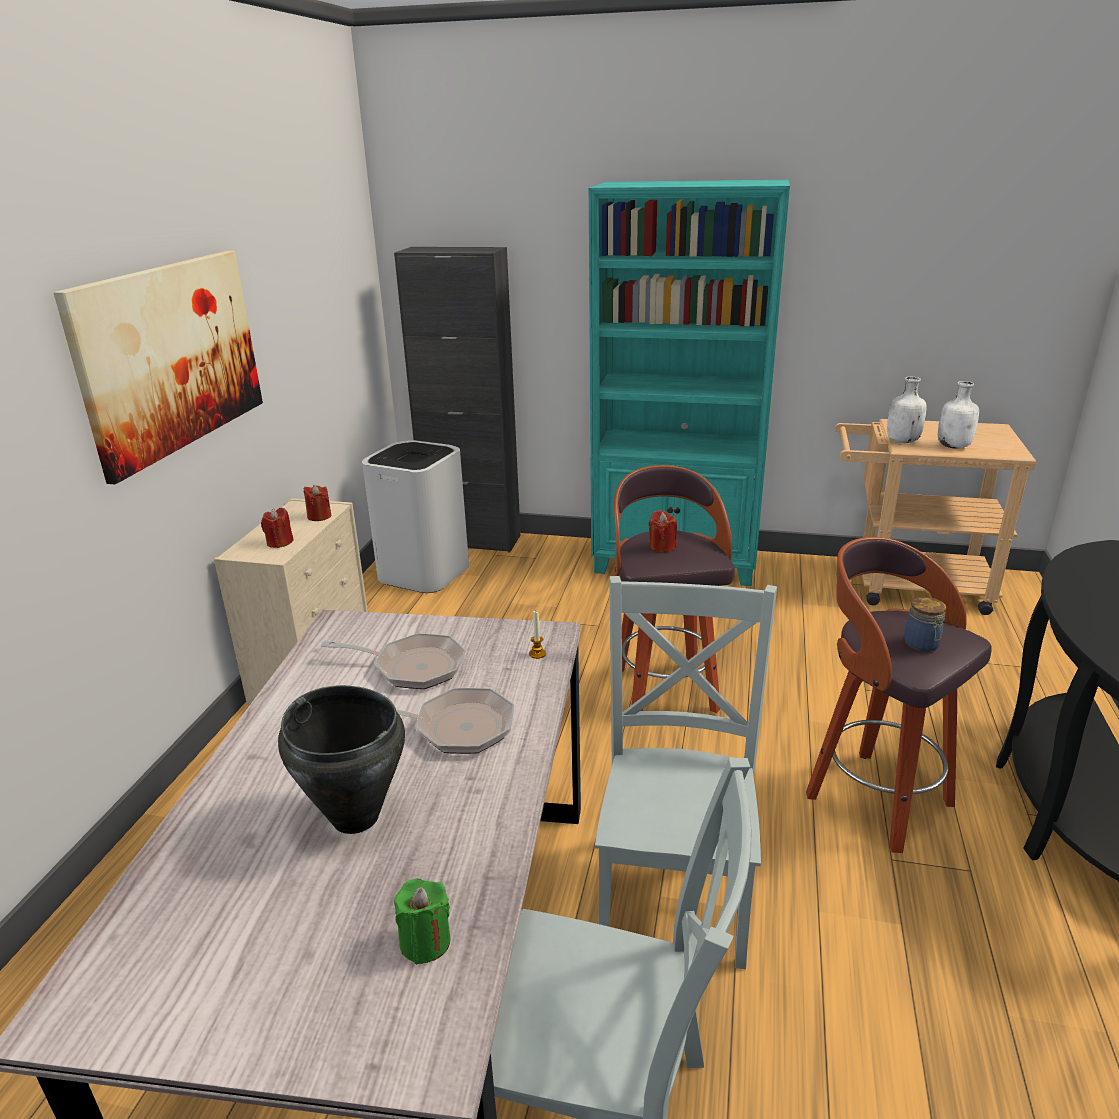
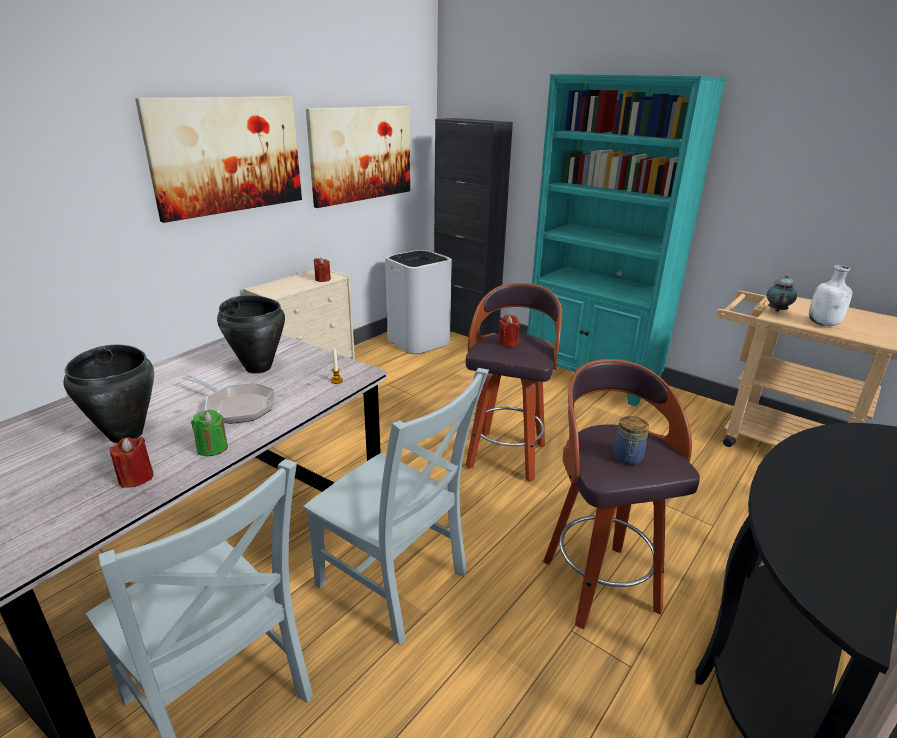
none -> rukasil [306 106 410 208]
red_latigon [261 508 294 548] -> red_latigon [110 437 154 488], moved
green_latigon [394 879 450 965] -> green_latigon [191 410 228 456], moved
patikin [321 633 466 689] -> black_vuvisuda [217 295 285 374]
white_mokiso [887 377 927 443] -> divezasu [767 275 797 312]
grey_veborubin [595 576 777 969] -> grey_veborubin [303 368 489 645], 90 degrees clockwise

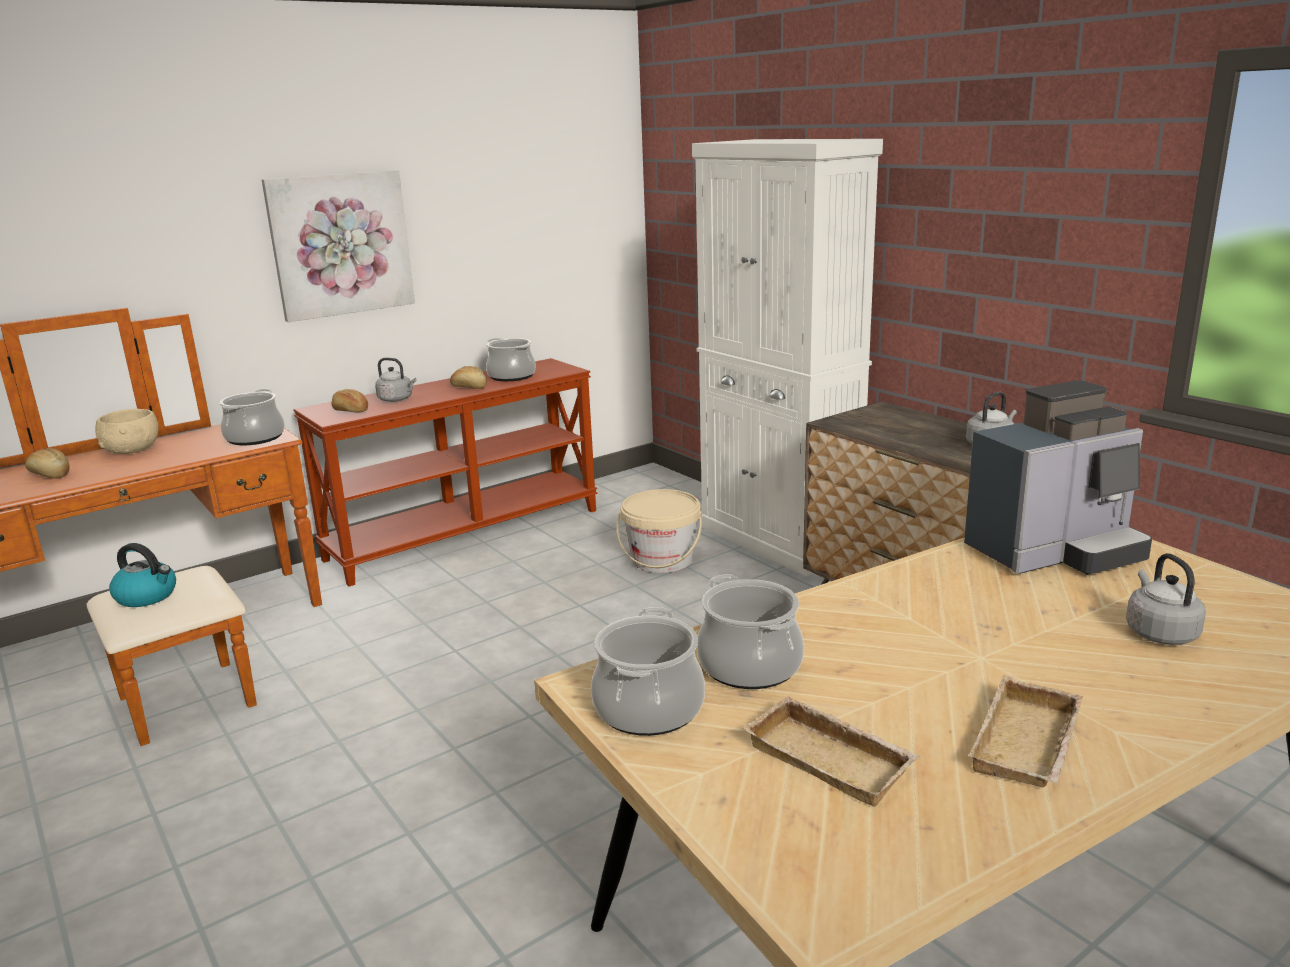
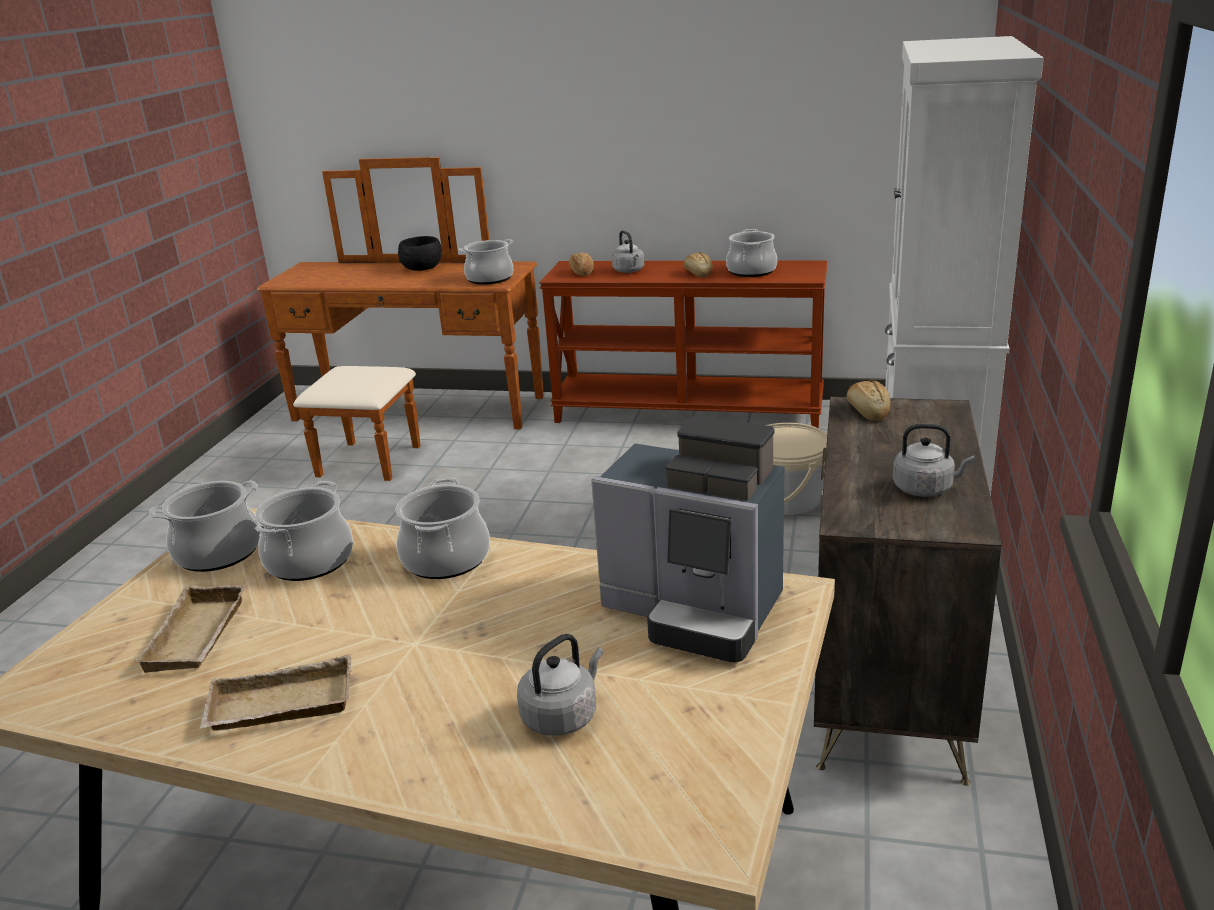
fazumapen [109 543 176 607] -> none
rukasil [262 170 415 322] -> none
none -> vuvisuda [395 478 490 579]
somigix [25 448 70 479] -> somigix [847 380 891 421], moved
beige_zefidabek [95 409 159 454] -> black_zefidabek [398 236 442 271]

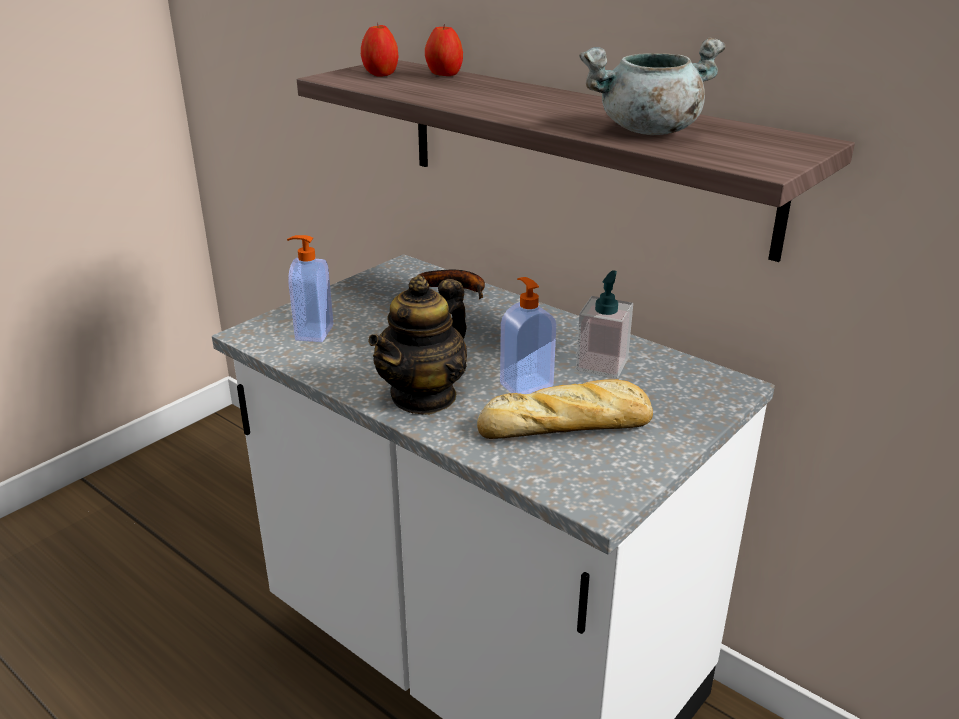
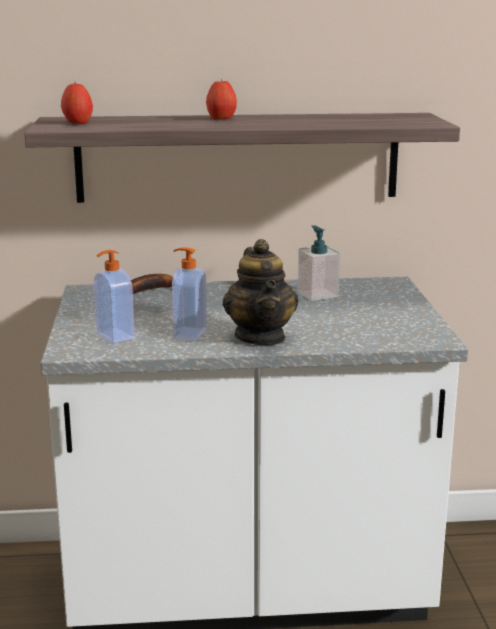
somigix [477 379 653 439] -> none
grey_vuvisuda [579 38 726 135] -> none
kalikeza [425 24 463 76] -> kalikeza [206 79 237 119], moved
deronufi [500 277 556 394] -> deronufi [172 248 207 341], moved

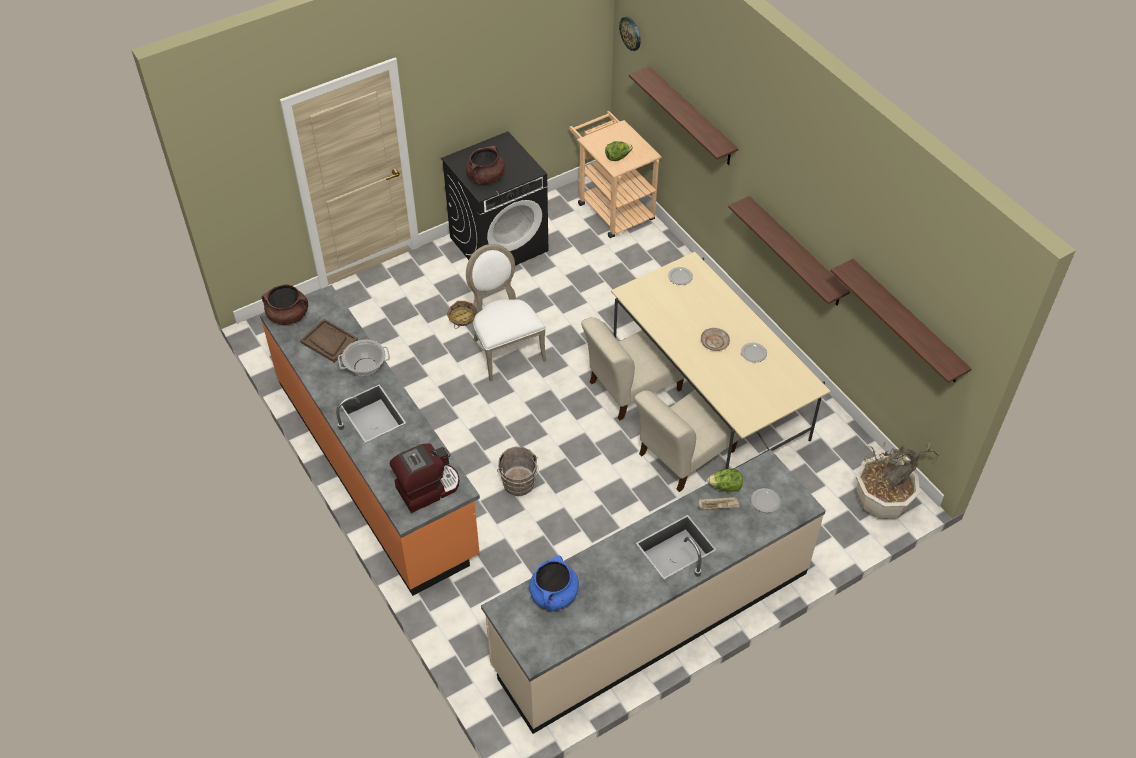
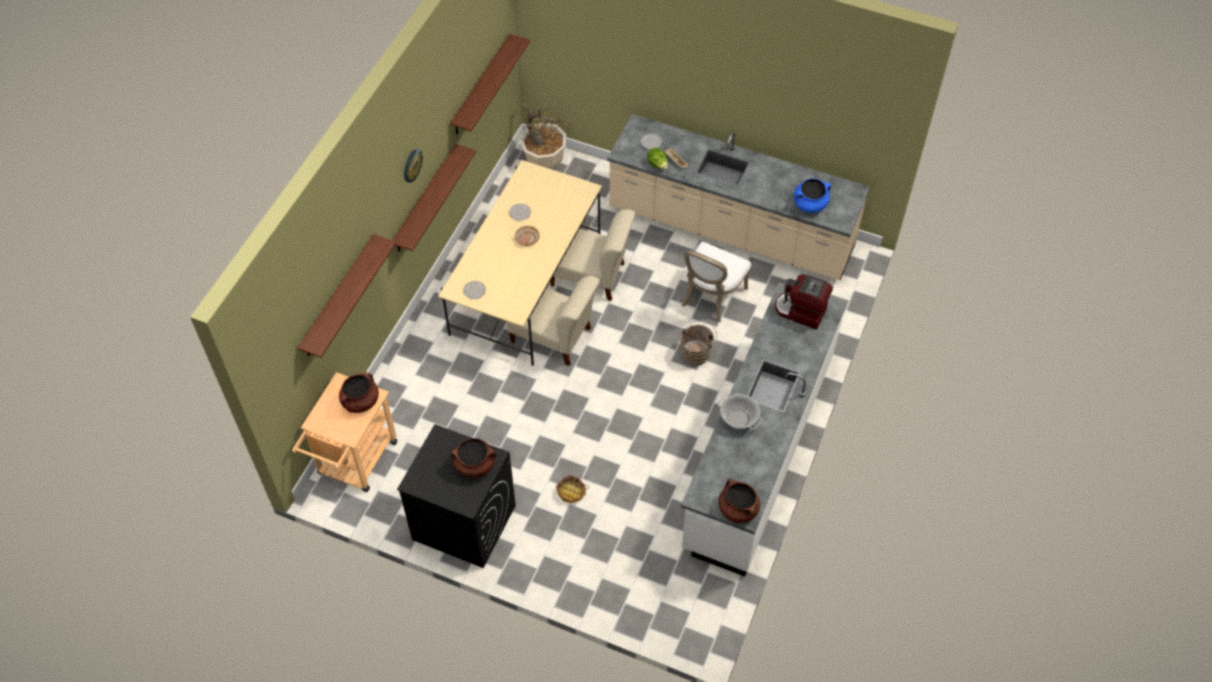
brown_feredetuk [300 319 358 363] -> none
white_veborubin [466 244 546 381] -> white_veborubin [682 242 751 322], moved
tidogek [619 17 641 51] -> tidogek [404 149 423 183], moved
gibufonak [605 141 633 161] -> brown_vuvisuda [339 373 379 413]
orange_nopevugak [260 285 480 596] -> white_nopevugak [681 282 846 577]

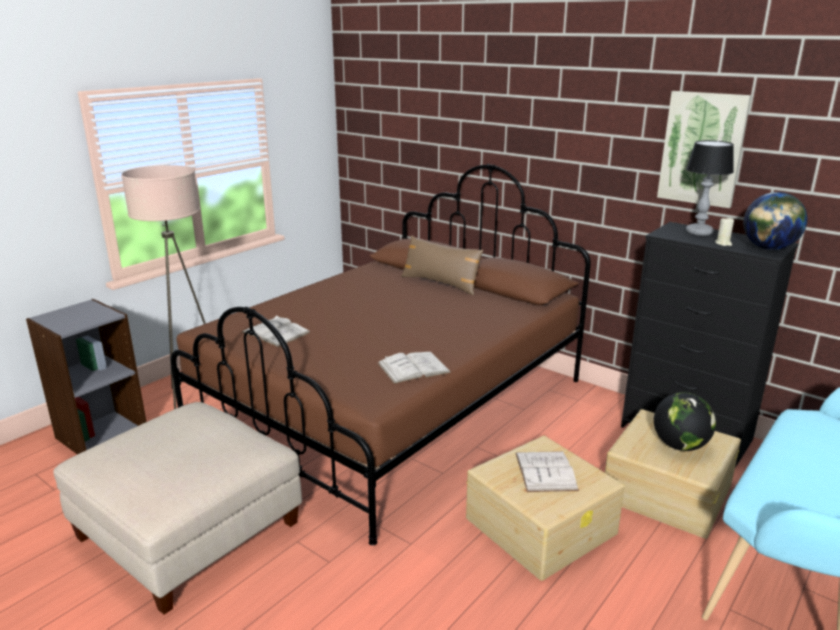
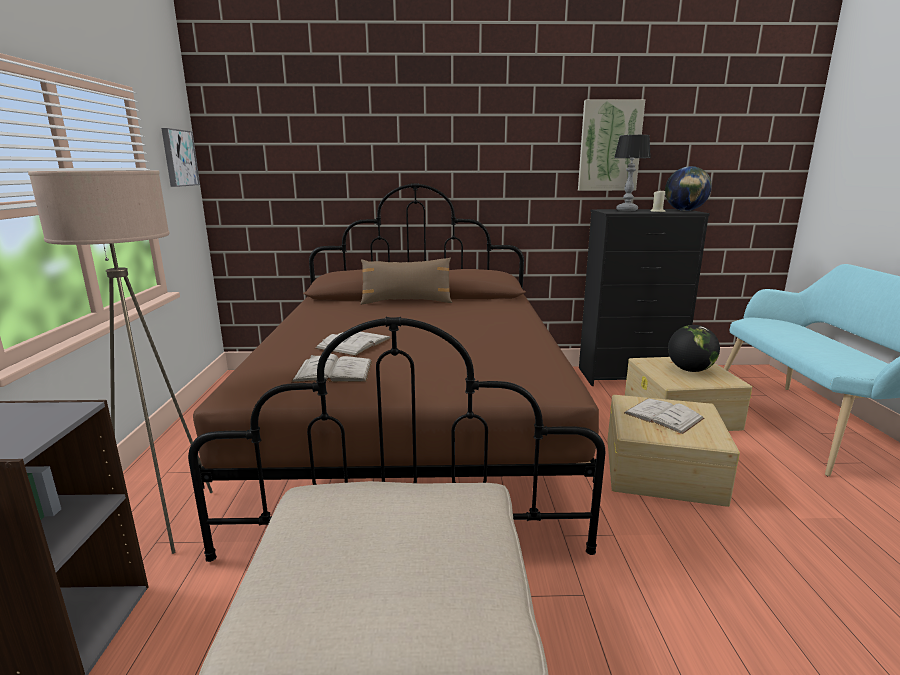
none -> rukasil [161 128 200 187]
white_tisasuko [377 352 452 384] -> white_tisasuko [315 332 391 356], moved

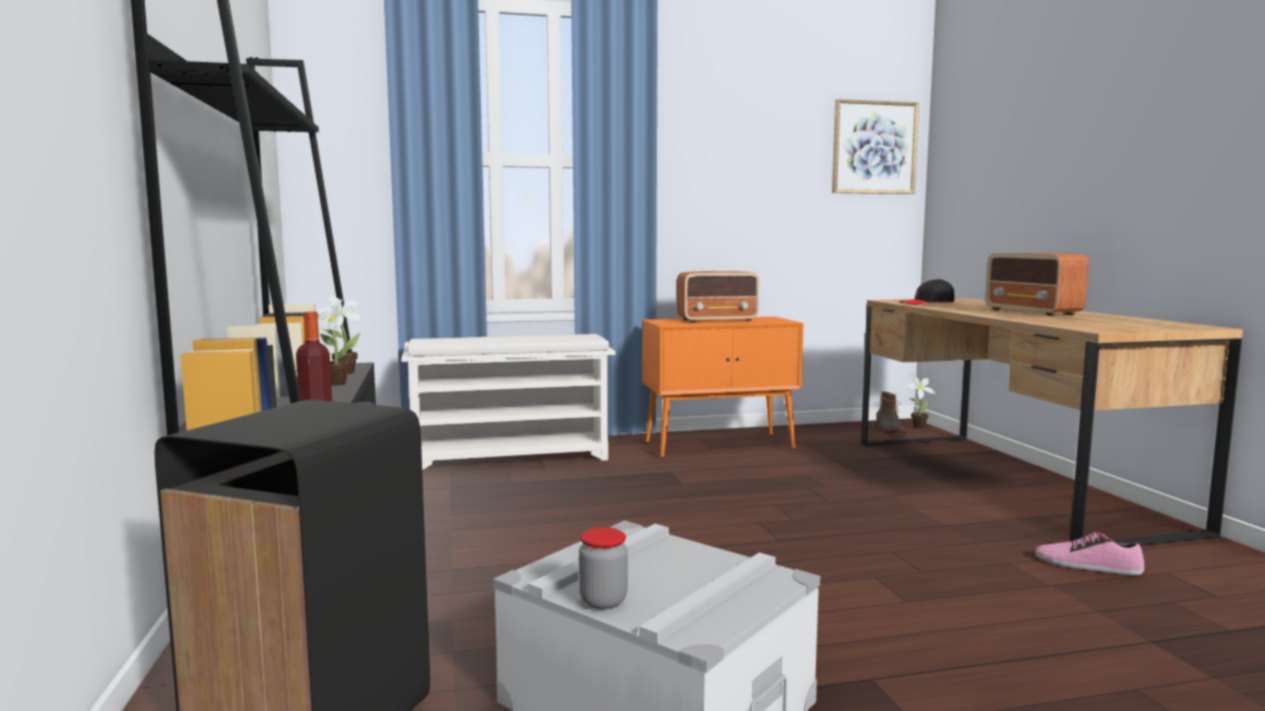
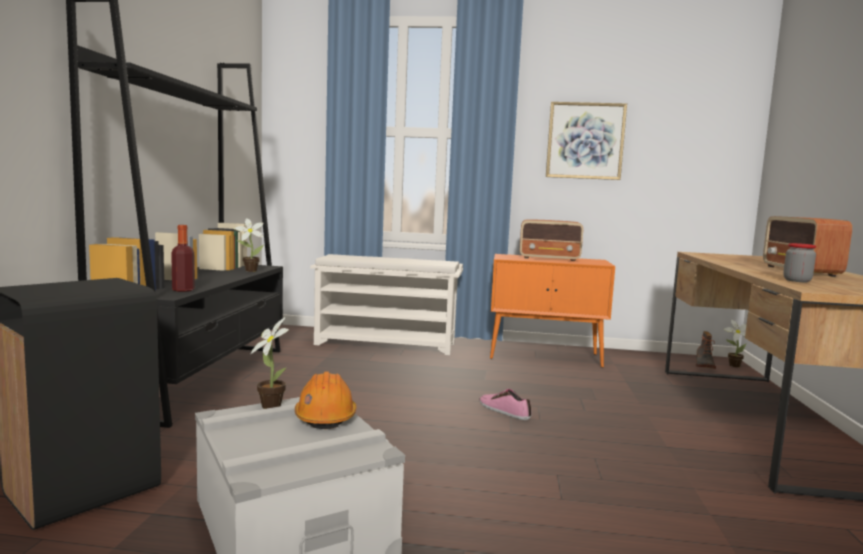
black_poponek [900 279 955 305] -> none
none -> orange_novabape [295 371 356 429]
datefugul [318 299 353 386] -> datefugul [250 317 289 409], moved
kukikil [579 528 628 609] -> kukikil [783 243 816 282], moved
rukasil [832 99 919 194] -> rukasil [546 102 627 180], moved
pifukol [1035 532 1145 575] -> pifukol [480 389 532 420], moved

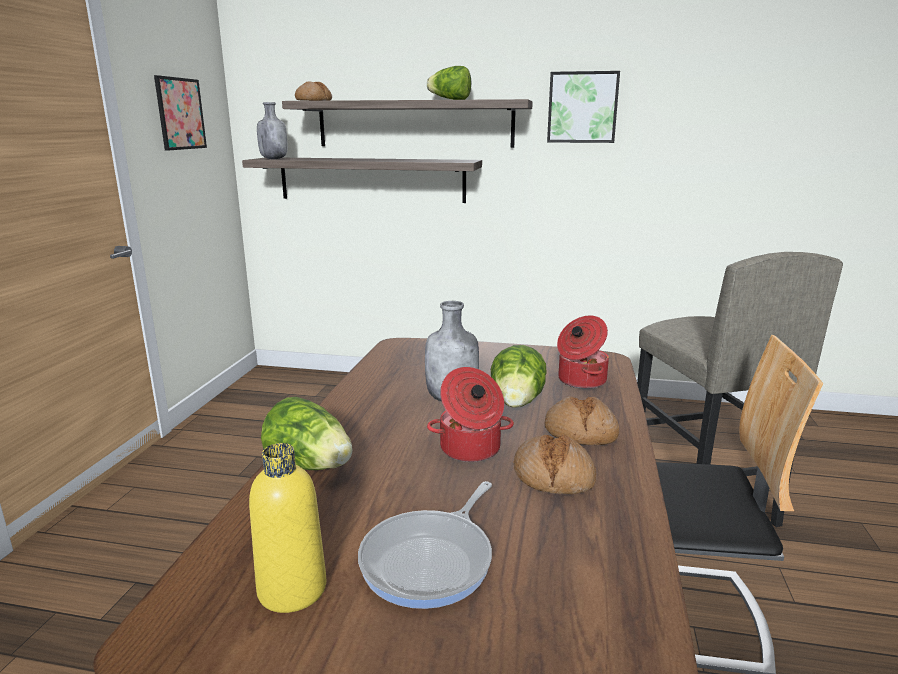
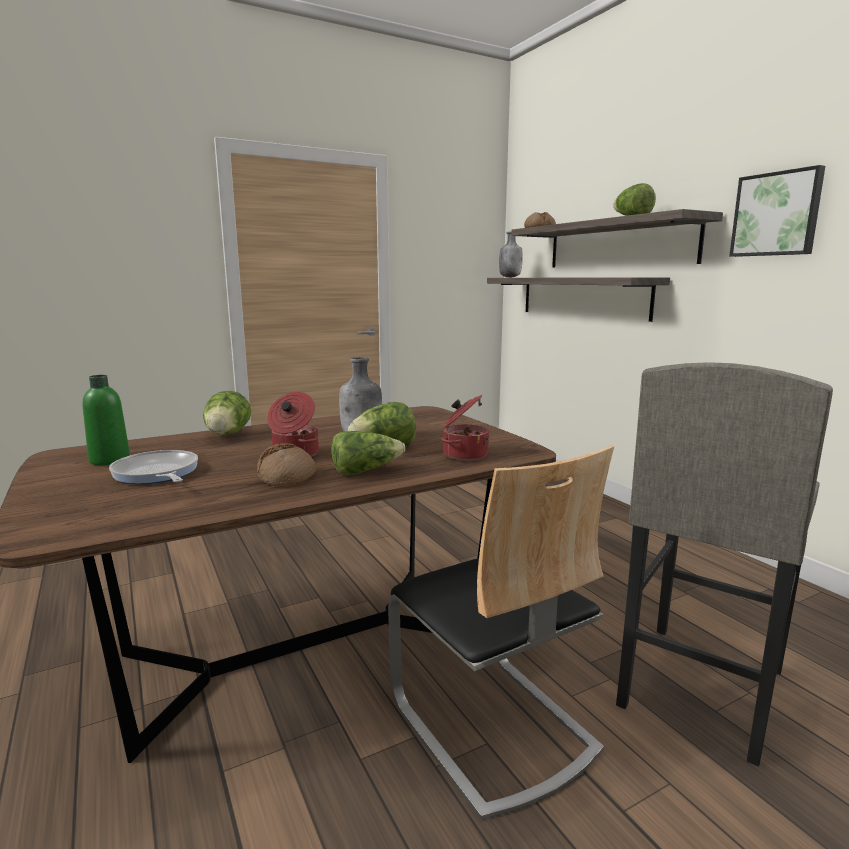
rukasil [154 75 207 151] -> none
somigix [545 396 619 445] -> gibufonak [331 431 405 475]
yellow_mokiso [249 443 326 613] -> green_mokiso [82 375 130 465]
patikin [358 481 492 609] -> patikin [109 450 198 484], 60 degrees clockwise

